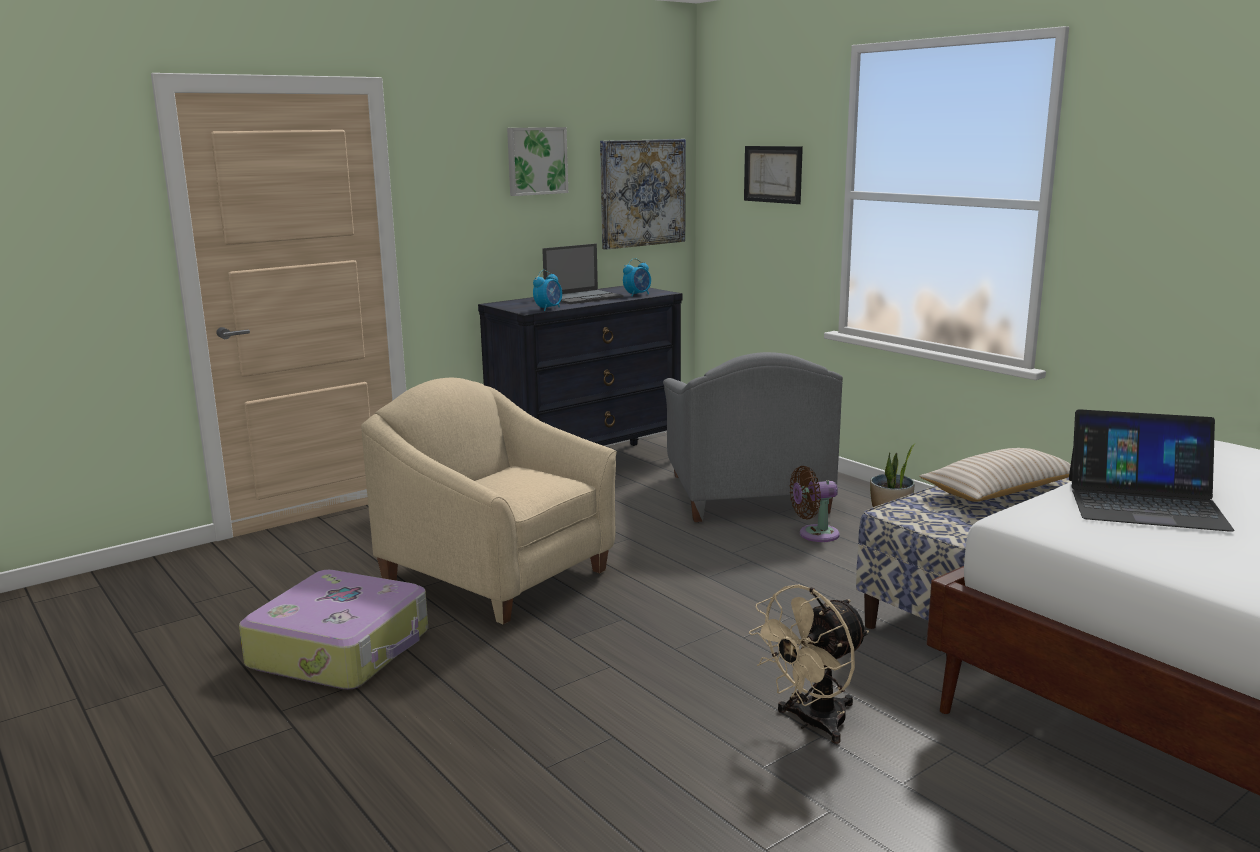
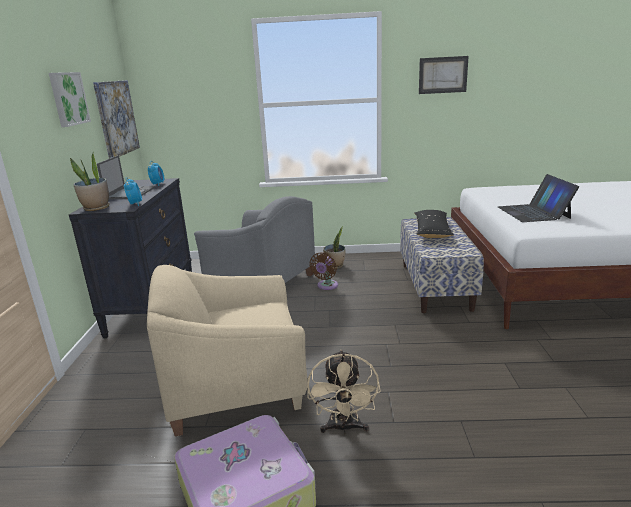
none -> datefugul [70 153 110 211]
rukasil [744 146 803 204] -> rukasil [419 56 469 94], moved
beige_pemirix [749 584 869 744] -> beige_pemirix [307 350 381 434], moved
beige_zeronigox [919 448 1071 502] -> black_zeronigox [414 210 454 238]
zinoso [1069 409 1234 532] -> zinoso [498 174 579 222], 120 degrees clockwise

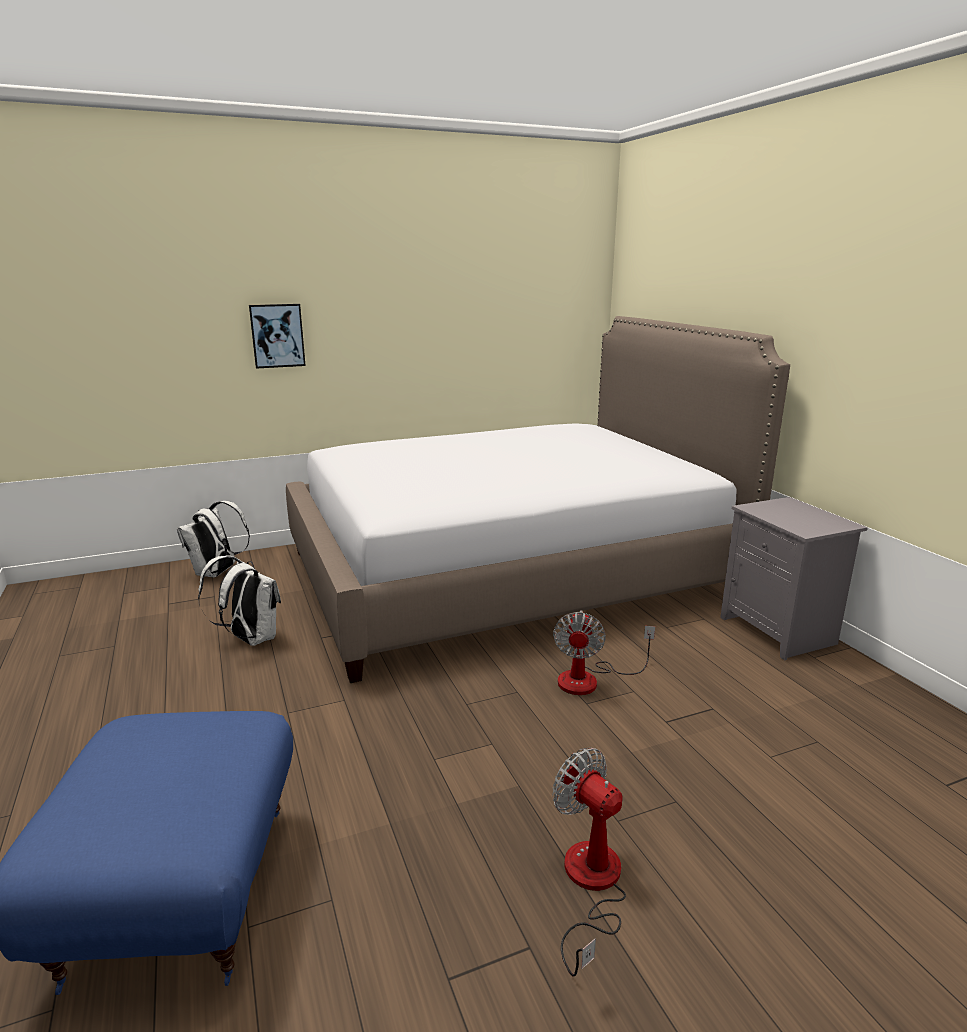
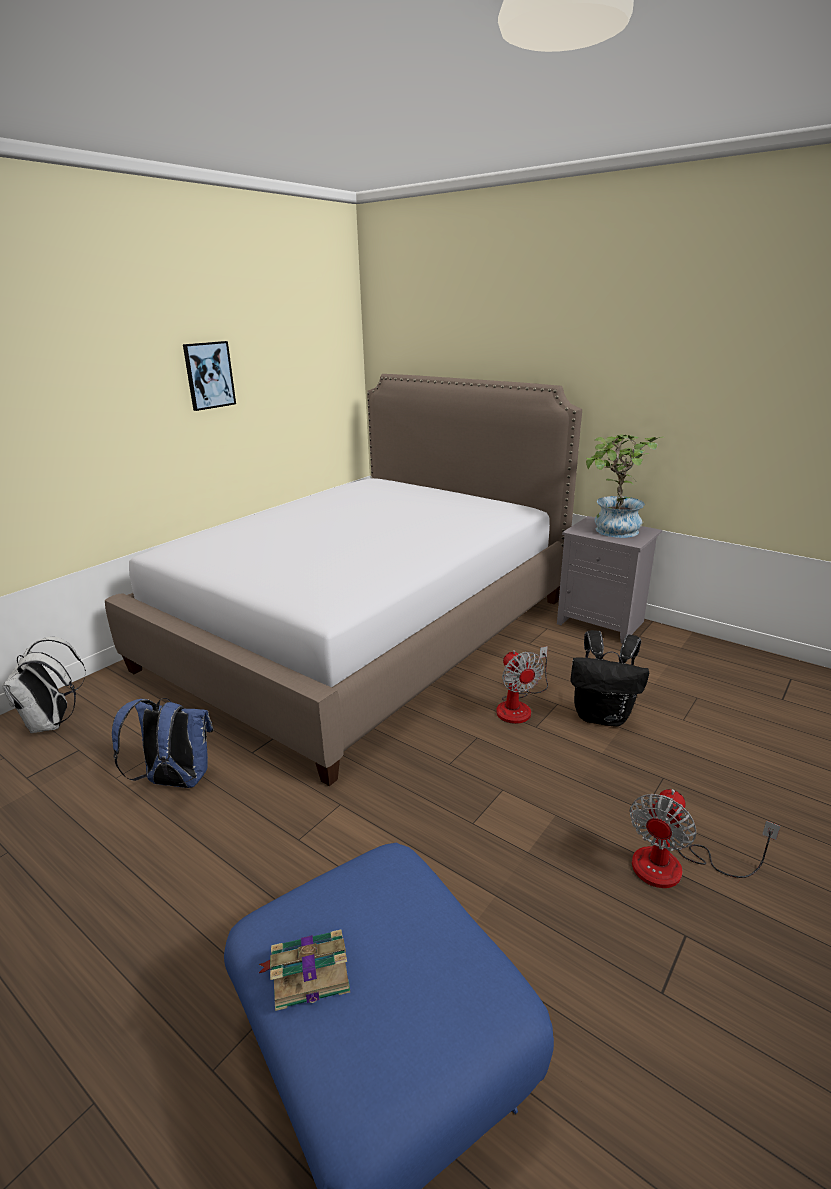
none -> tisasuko [258 930 350 1011]
none -> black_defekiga [571 630 649 726]
none -> datefugul [586 434 664 538]
rukasil [249 304 306 369] -> rukasil [183 341 236 411], moved
white_defekiga [198 555 281 646] -> blue_defekiga [112 698 213 788]
pemirix [552 748 626 977] -> pemirix [629 789 780 888], 75 degrees counterclockwise

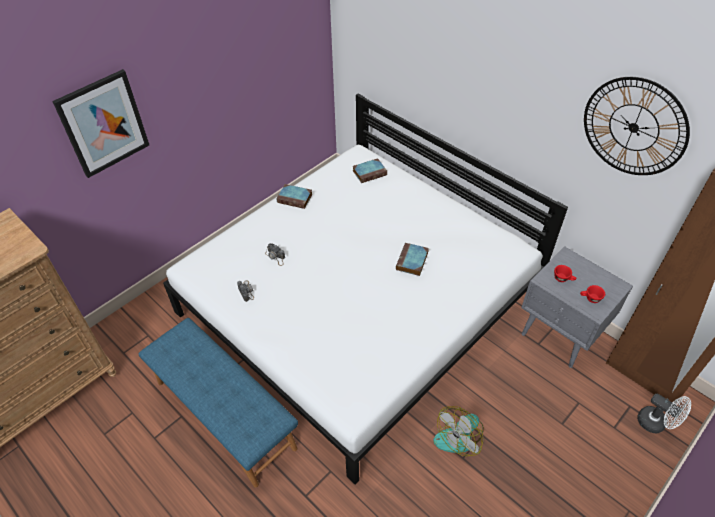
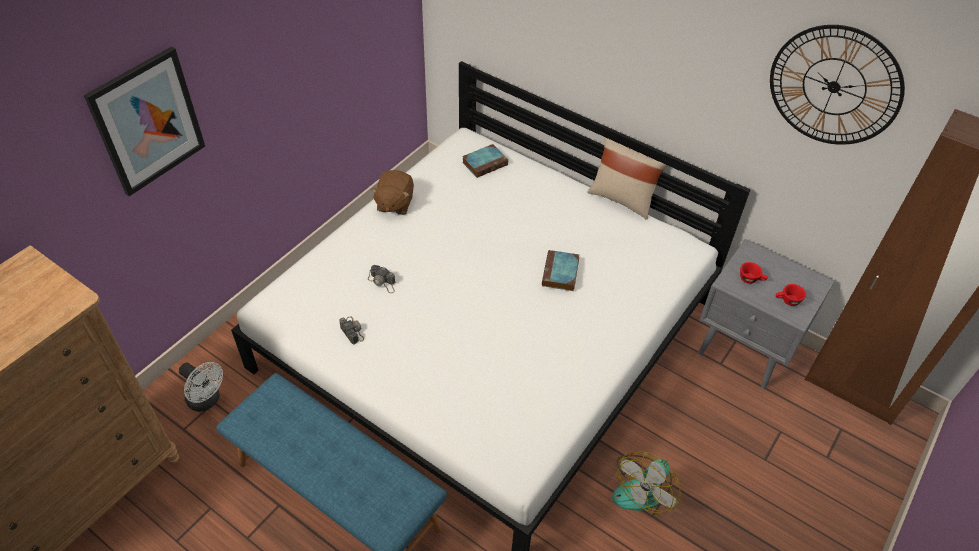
none -> beige_zeronigox [587 137 667 220]
white_pemirix [637 393 691 433] -> white_pemirix [179 362 223 412], moved
tisasuko [276 184 313 209] -> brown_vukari [371 170 414 215]

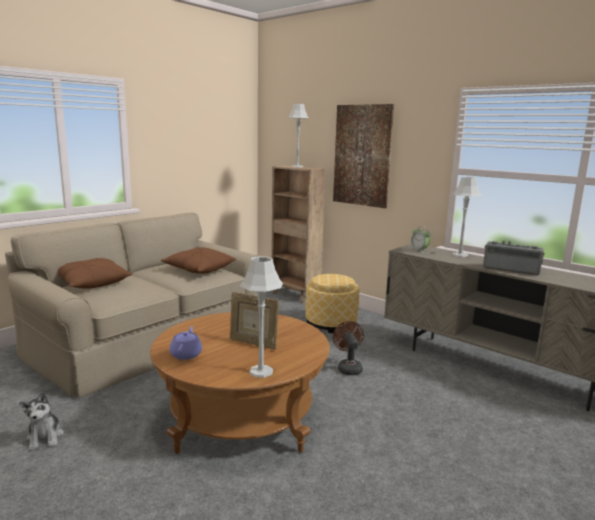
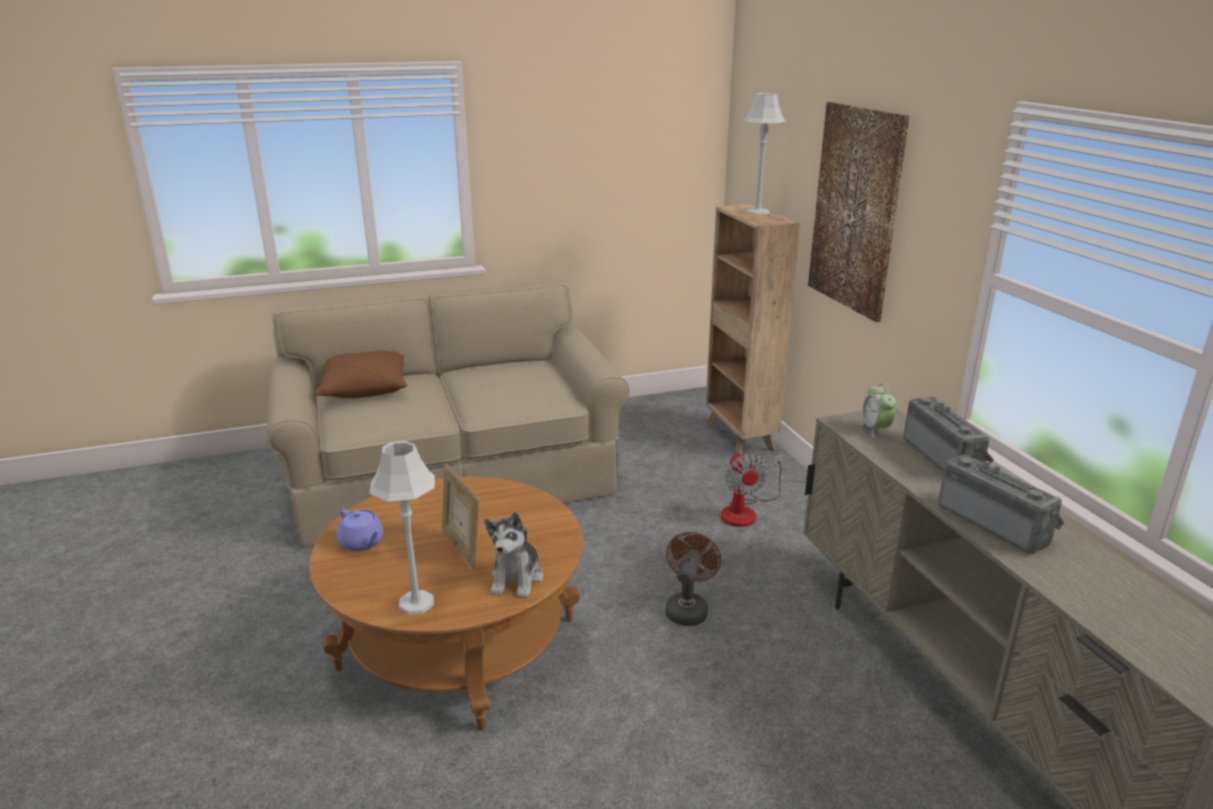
brown_zeronigox [161 247 236 274] -> none
vukari [19 392 64 451] -> vukari [484 512 543 598], moved
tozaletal [305 274 359 333] -> pemirix [721 452 783 527]
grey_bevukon [452 177 481 257] -> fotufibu [904 397 994 472]
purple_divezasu [169 326 202 360] -> purple_divezasu [336 509 384 551], 105 degrees clockwise

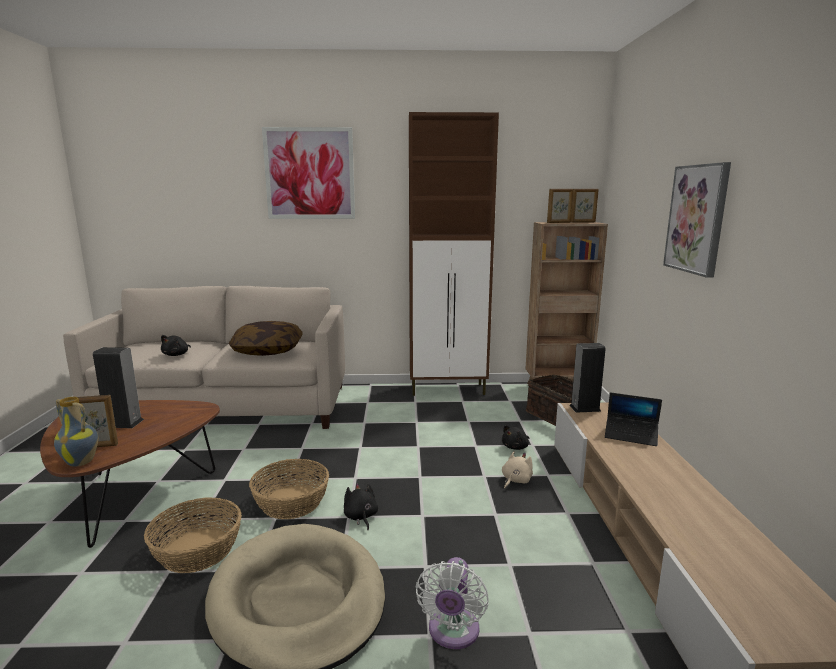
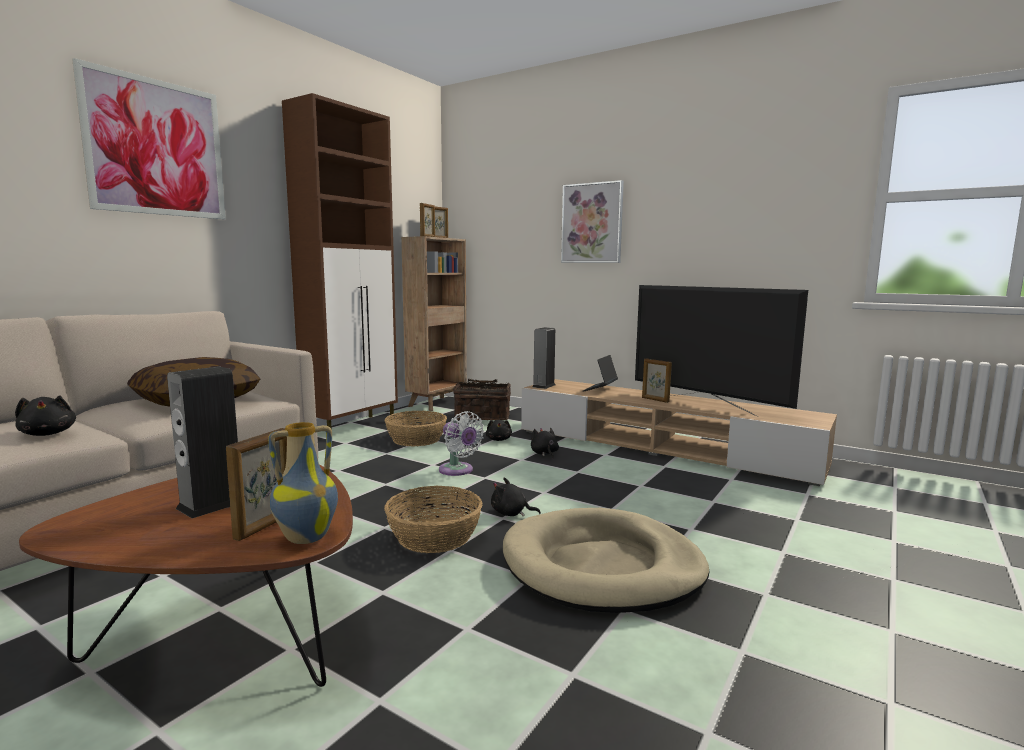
none -> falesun [635 285 808 416]
none -> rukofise [642 359 672 403]
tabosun [144 497 242 573] -> tabosun [384 411 447 446], moved
white_pemirix [415 557 489 649] -> white_pemirix [439 411 484 476], moved
beige_vukari [502 451 533 489] -> black_vukari [531 427 559 459]
zinoso [605 392 662 446] -> zinoso [583 355 618 392], 150 degrees clockwise

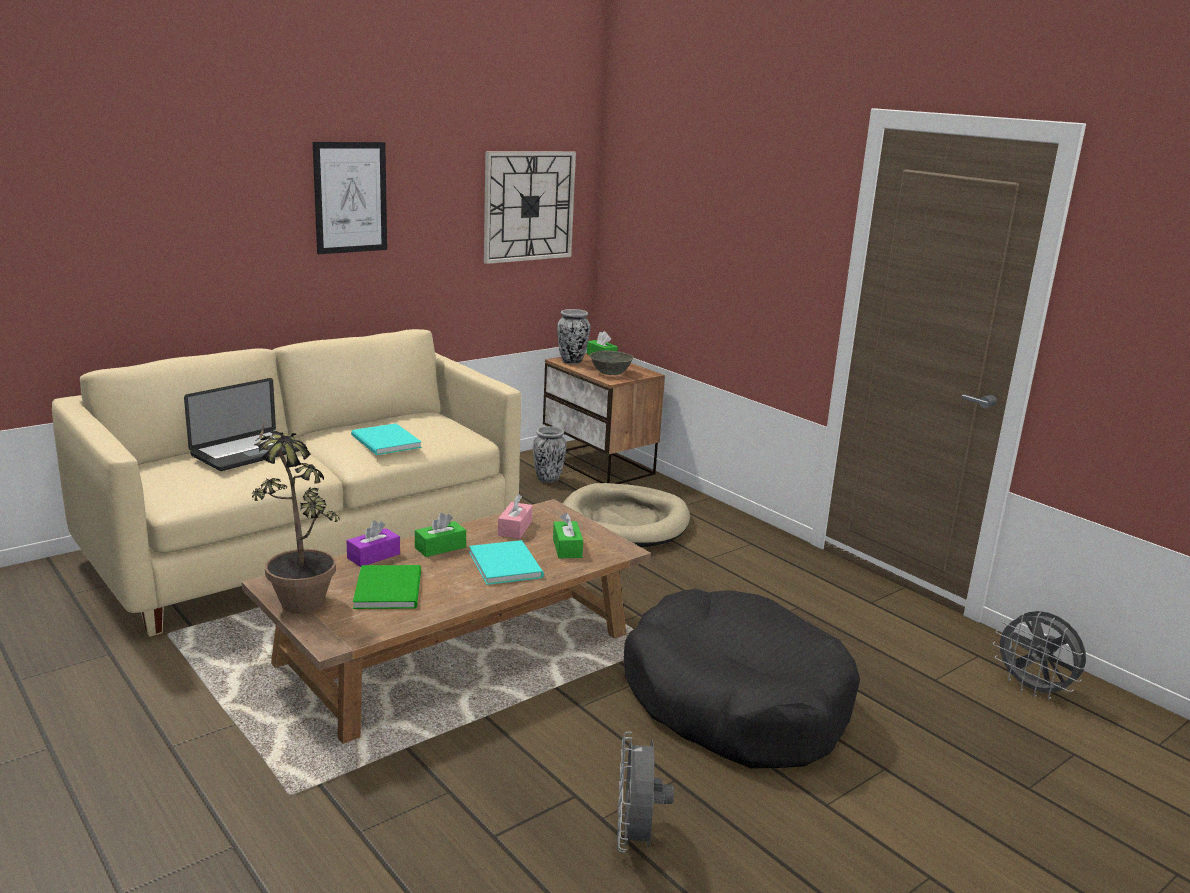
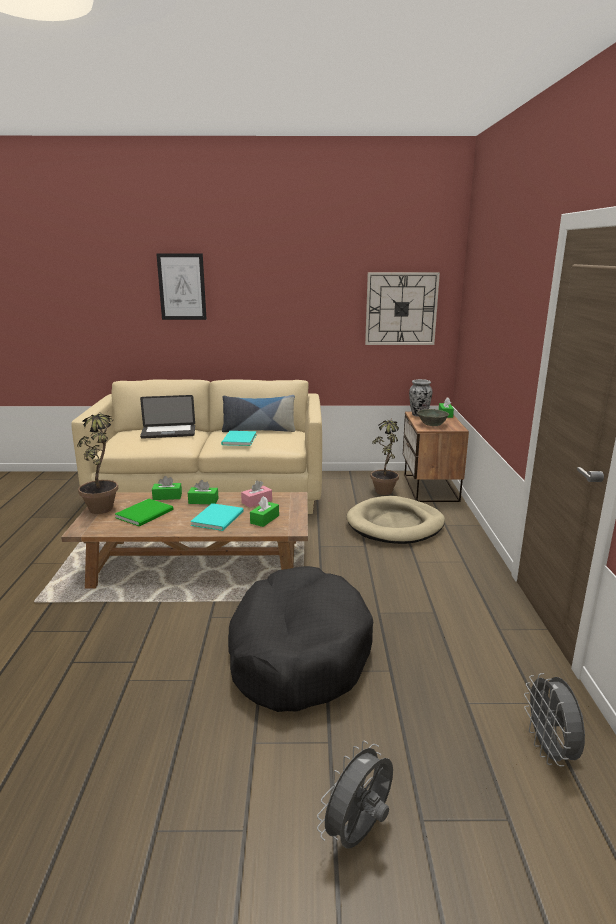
none -> zeronigox [222 395 295 432]
rukasil [313 142 387 254] -> rukasil [156 253 206 320], moved
grey_pemirix [617 732 674 853] -> grey_pemirix [317 741 393 849], moved
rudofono [533 426 567 483] -> datefugul [371 416 399 495]
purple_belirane [347 520 400 567] -> green_belirane [152 476 182 500]

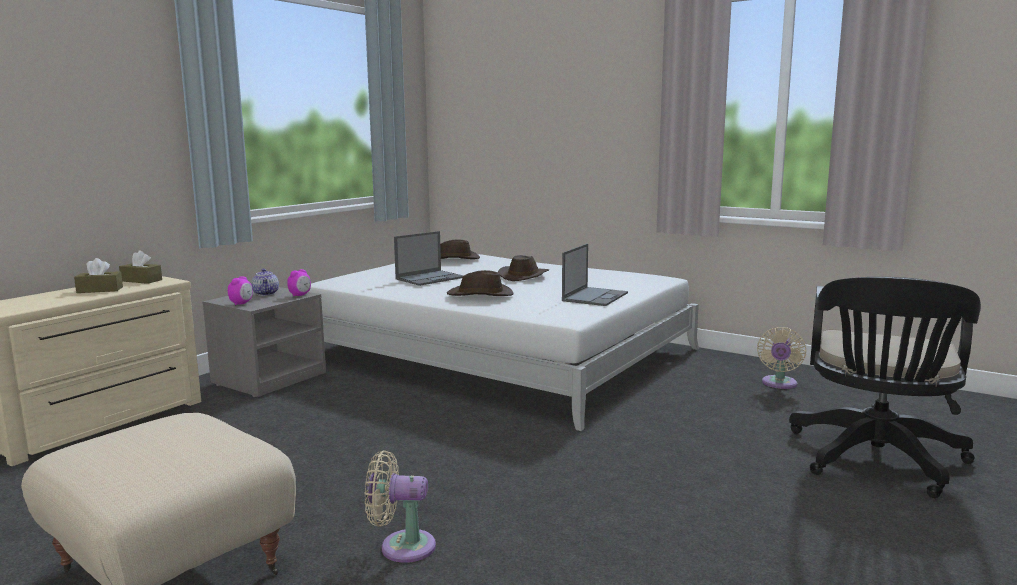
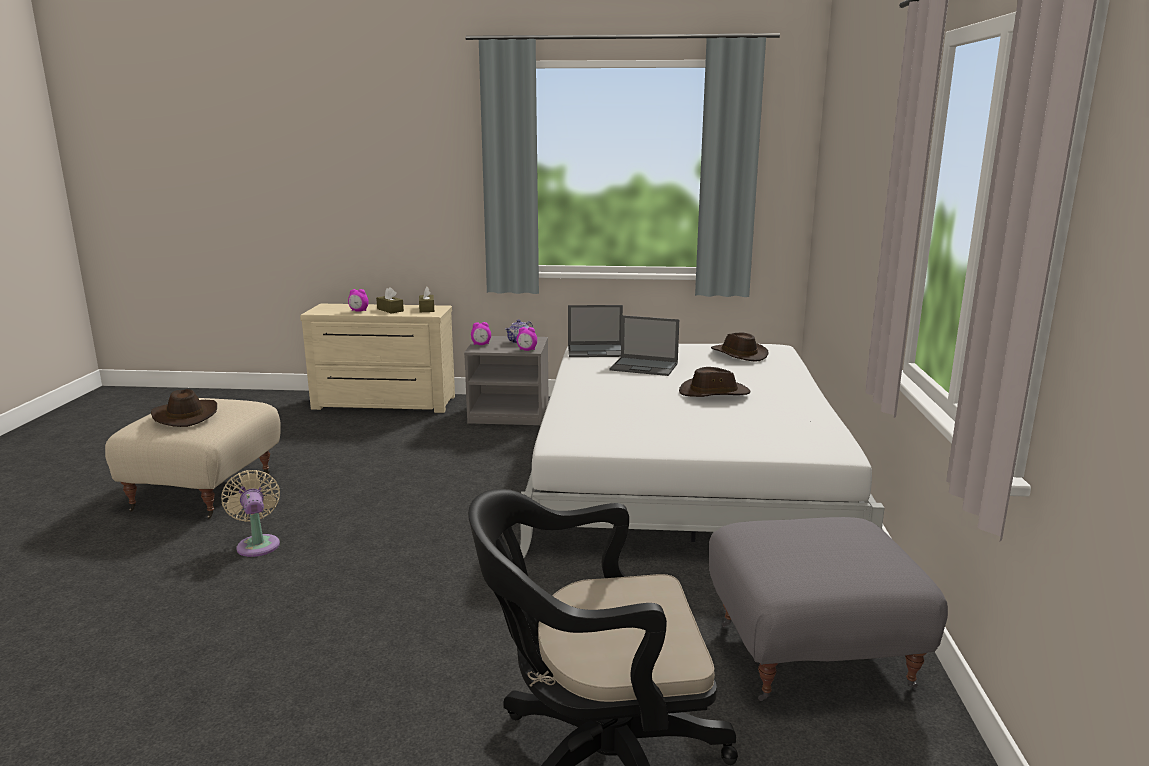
none -> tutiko [348 289 369 312]
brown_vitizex [447 270 514 296] -> brown_vitizex [151 389 217 427], moved
zinoso [562 244 628 306] -> zinoso [568 305 623 357], moved
beige_pemirix [757 327 806 389] -> grey_tozaletal [709 517 948 701]

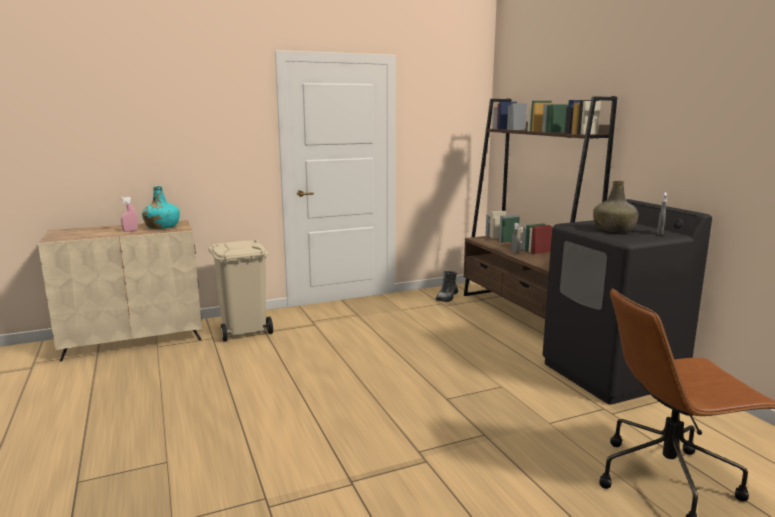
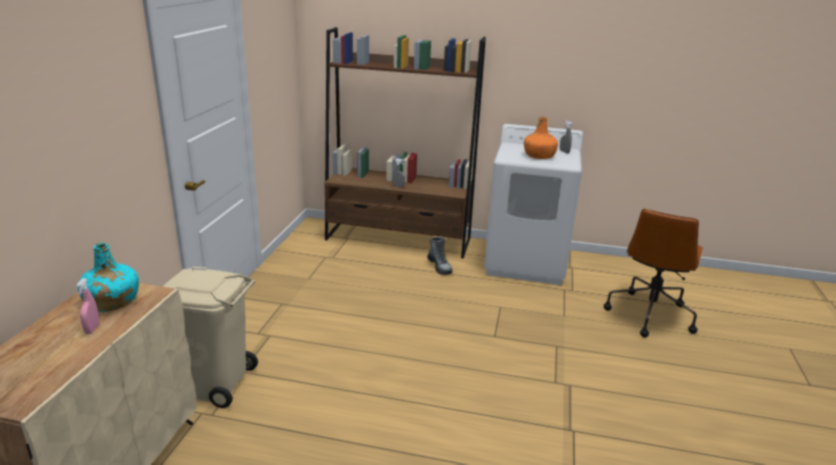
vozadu [436 271 458 302] -> vozadu [427 237 453 275], moved
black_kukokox [542 199 712 405] -> white_kukokox [484 124 583 285]
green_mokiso [593 180 638 232] -> orange_mokiso [524 117 558 159]

